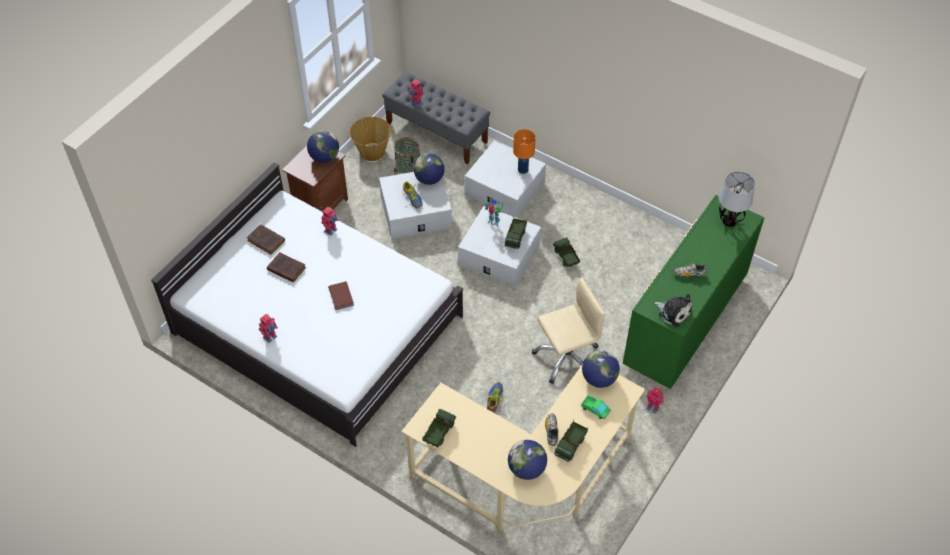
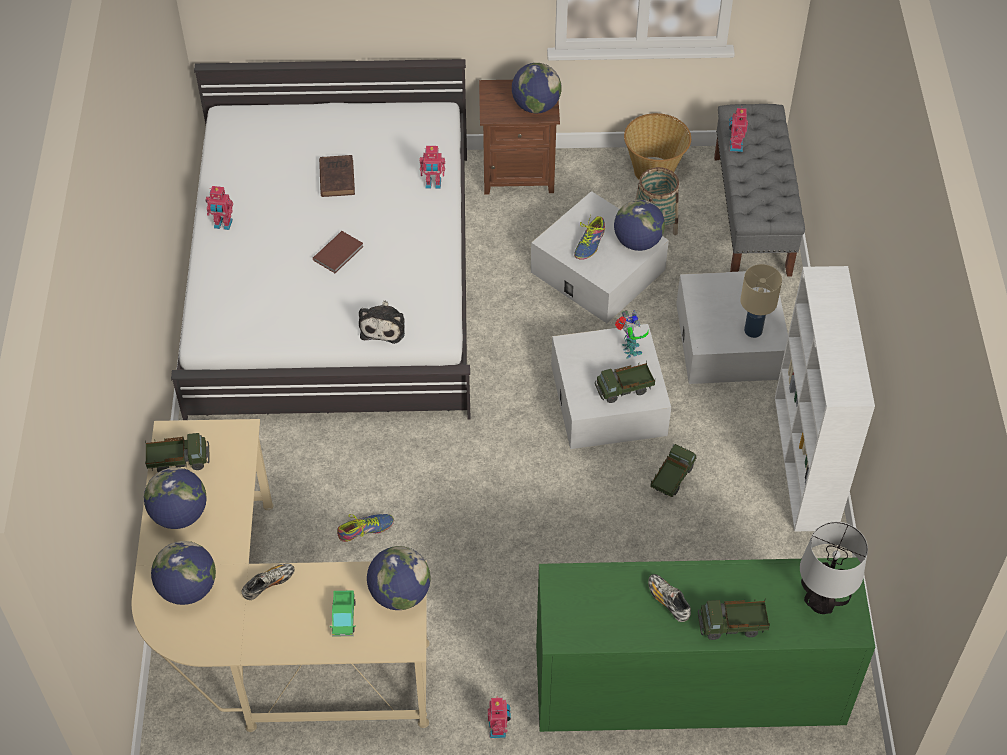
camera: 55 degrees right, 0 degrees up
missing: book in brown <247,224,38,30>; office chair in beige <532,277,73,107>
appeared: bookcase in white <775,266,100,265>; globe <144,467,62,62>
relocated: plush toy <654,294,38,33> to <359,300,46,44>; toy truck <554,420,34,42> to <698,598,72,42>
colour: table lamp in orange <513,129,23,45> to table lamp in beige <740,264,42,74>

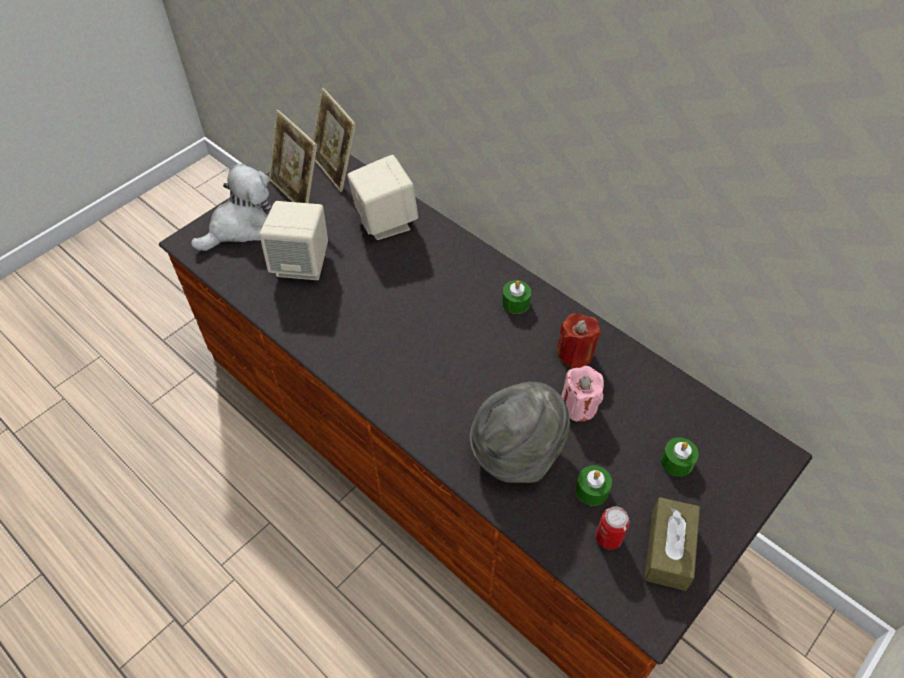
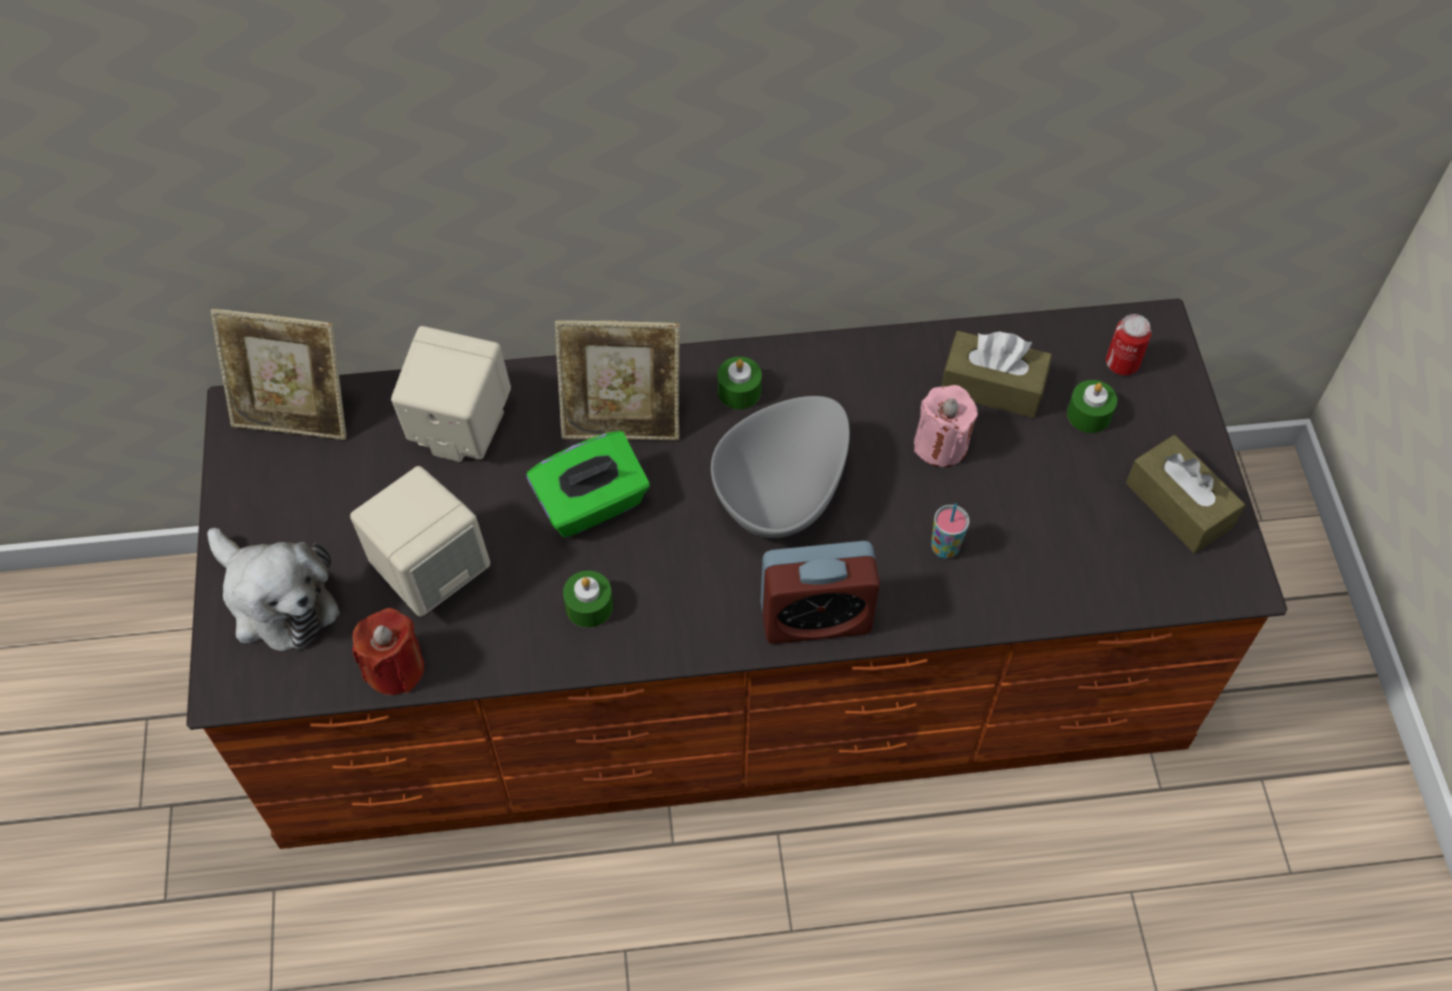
camera: 50 degrees left, 5 degrees up
appeared: tissue box in brown <942,331,110,87>; bowl in grey <711,396,139,142>; tissue box in green <527,431,123,107>; alarm clock <761,541,119,103>
relocated: picture frame <269,110,48,93> to <555,320,125,121>; candle in red <557,313,44,55> to <352,608,72,87>; candle in green <576,465,36,41> to <563,570,50,58>; can <596,506,34,44> to <1106,314,45,61>
exchanged: hat in grey <470,382,100,101> to cup <931,503,38,56>
spun: plush toy <191,163,81,88> = <207,528,133,123> 135 degrees clockwise

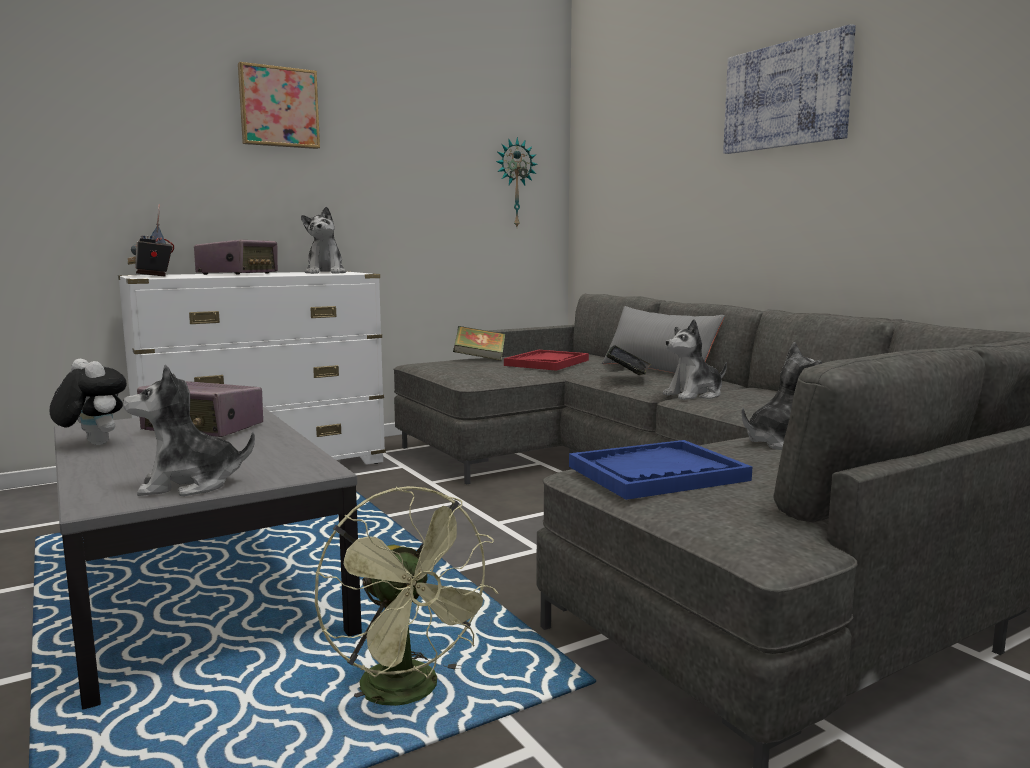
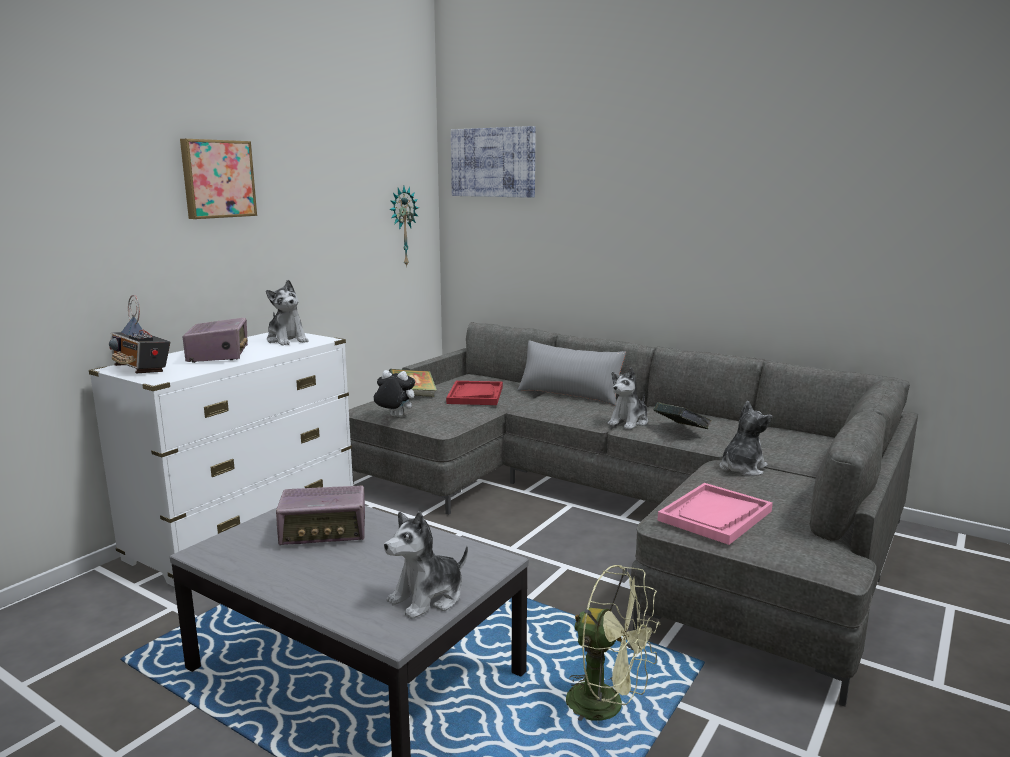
camera: 25 degrees left, 5 degrees up
relocated: picture <723,24,133,130> to <451,126,85,72>; book <606,345,45,30> to <654,402,58,27>; plush toy <49,359,78,86> to <373,370,42,47>
colour: tray in blue <569,440,183,60> to tray in pink <658,483,115,62>

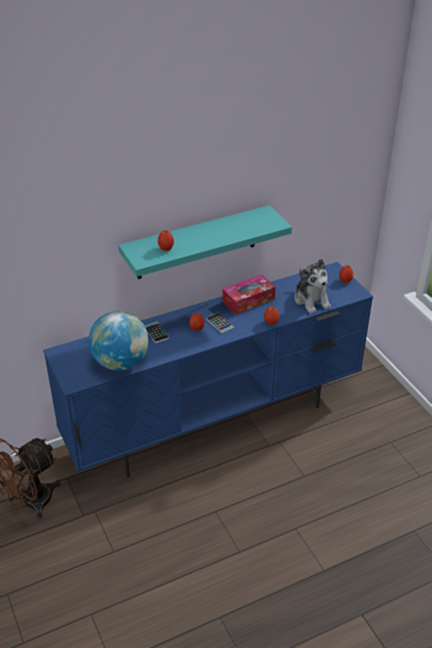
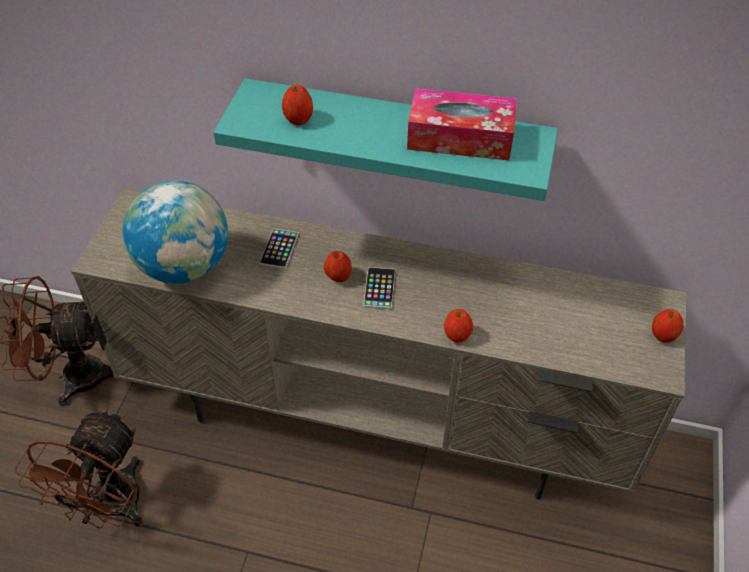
camera: 40 degrees right, 10 degrees up
missing: plush toy <294,259,37,55>
appeared: fan in brown <15,408,128,121>
relocated: tissue box <222,274,54,41> to <407,88,110,73>
colour: tv stand in blue <43,262,330,215> to tv stand in beige <71,189,616,310>

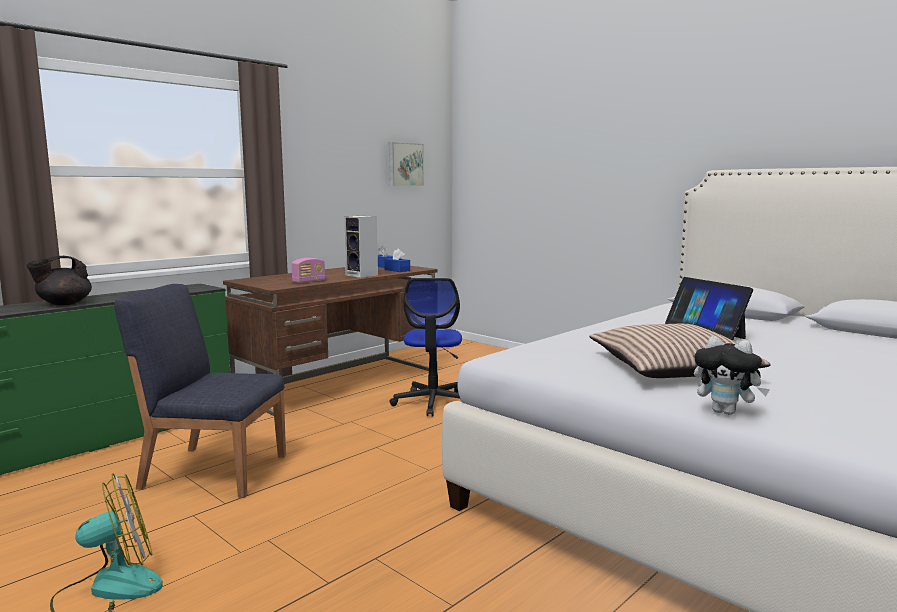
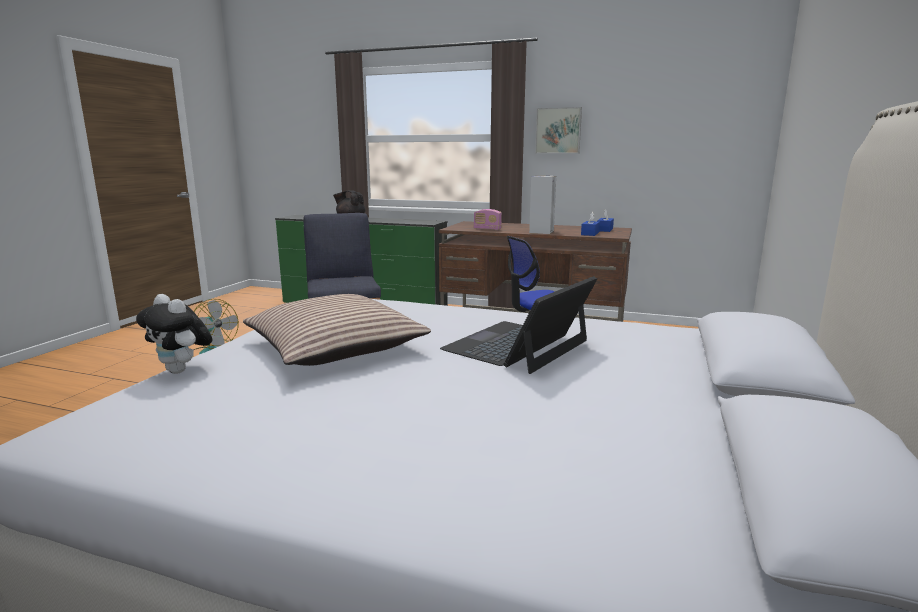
camera: 65 degrees right, 5 degrees up
relocated: picture <389,142,35,44> to <535,107,47,47>
spun: plush toy <694,336,76,79> = <136,294,76,80> 60 degrees counterclockwise

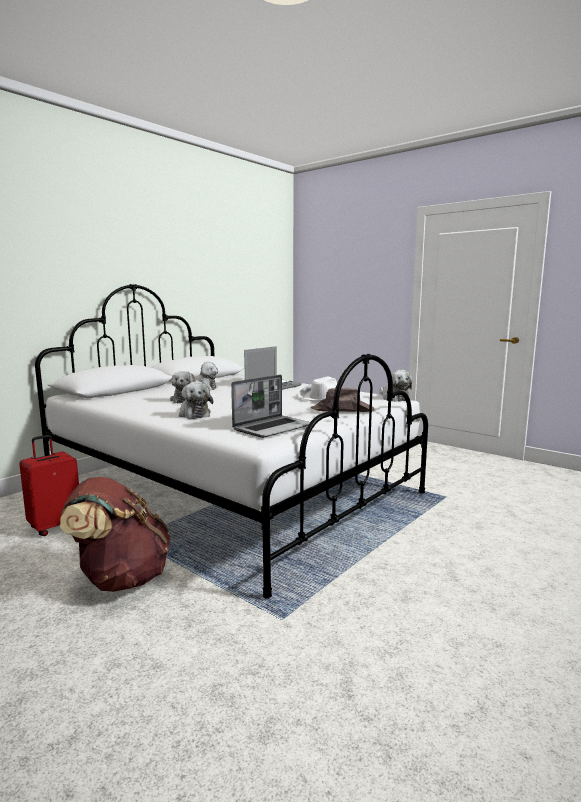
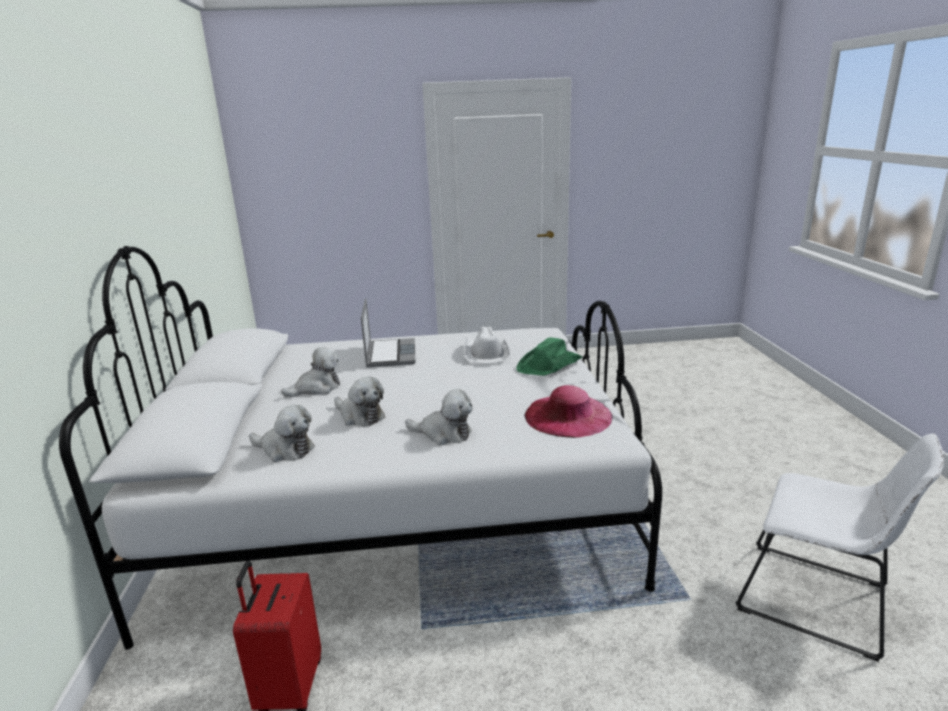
camera: 45 degrees left, 10 degrees up
missing: backpack in brown <60,477,110,115>
appeared: chair in white <736,433,208,229>
relocated: plush toy <380,370,33,32> to <249,405,66,57>
exchanged: laptop <231,375,79,63> to hat in pink <524,385,89,53>
colour: hat in brown <311,388,63,24> to hat in green <516,337,66,39>

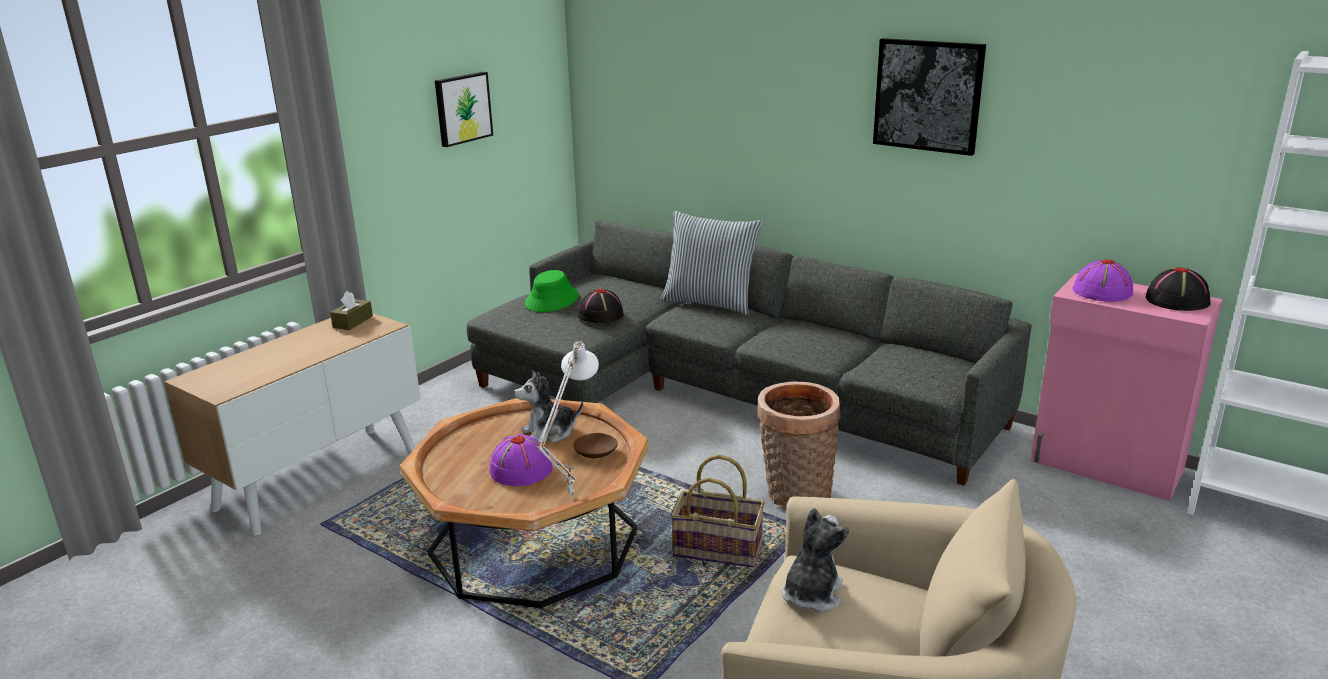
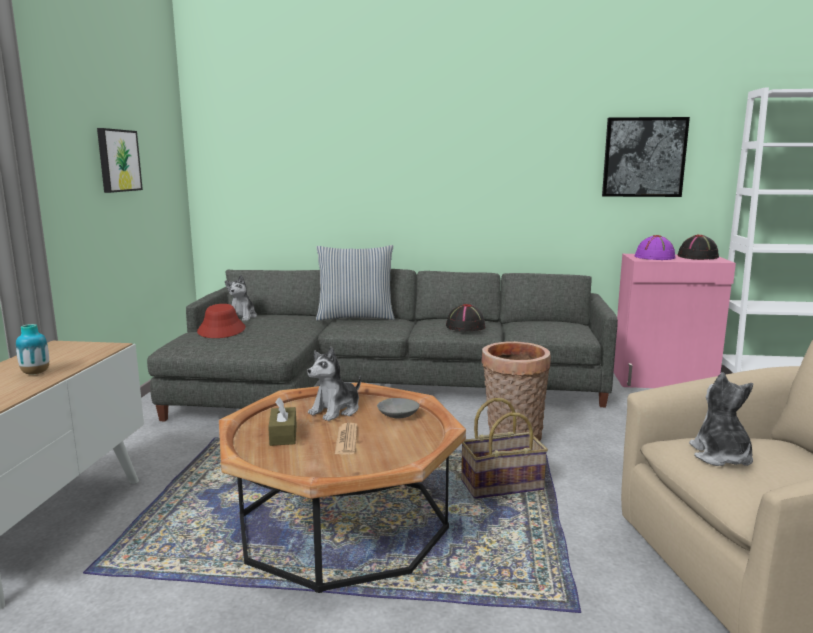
camera: 30 degrees left, 10 degrees down
missing: table lamp in white <536,341,63,157>
appeared: plush toy <225,275,32,46>; vase <16,324,33,51>
relocated: picture <873,38,113,118> to <602,117,88,80>; hat in black <577,289,47,34> to <446,304,39,27>; tissue box in brown <330,291,43,39> to <268,398,28,48>
exchanged: hat in purple <490,434,63,52> to newspaper <335,423,22,32>
colour: hat in green <525,270,54,42> to hat in red <197,304,48,34>; bowl in brown <573,433,45,25> to bowl in grey <377,398,43,21>

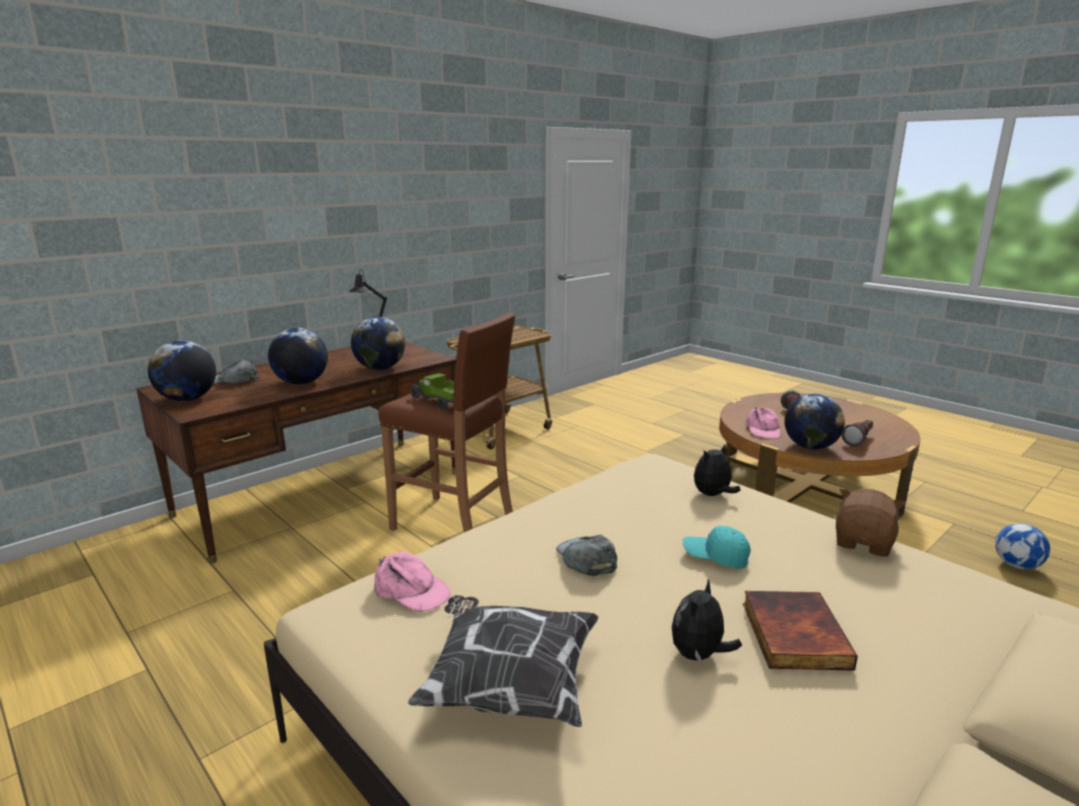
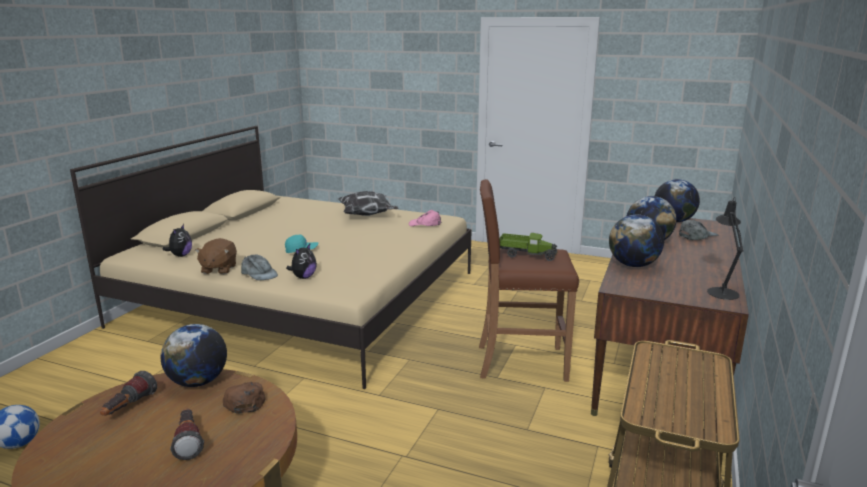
camera: 155 degrees right, 0 degrees up
missing: book <743,591,115,80>
relocated: cap in grey <556,535,61,41> to <241,254,37,26>; plush toy <672,579,70,85> to <162,224,30,33>
colour: cap in pink <745,407,36,32> to cap in brown <223,382,43,32>

